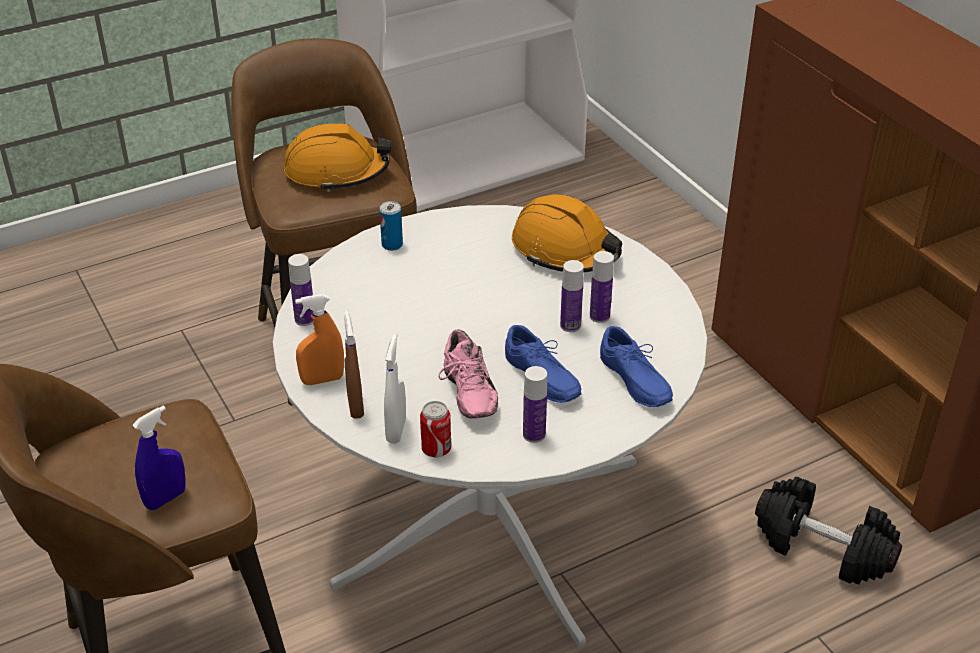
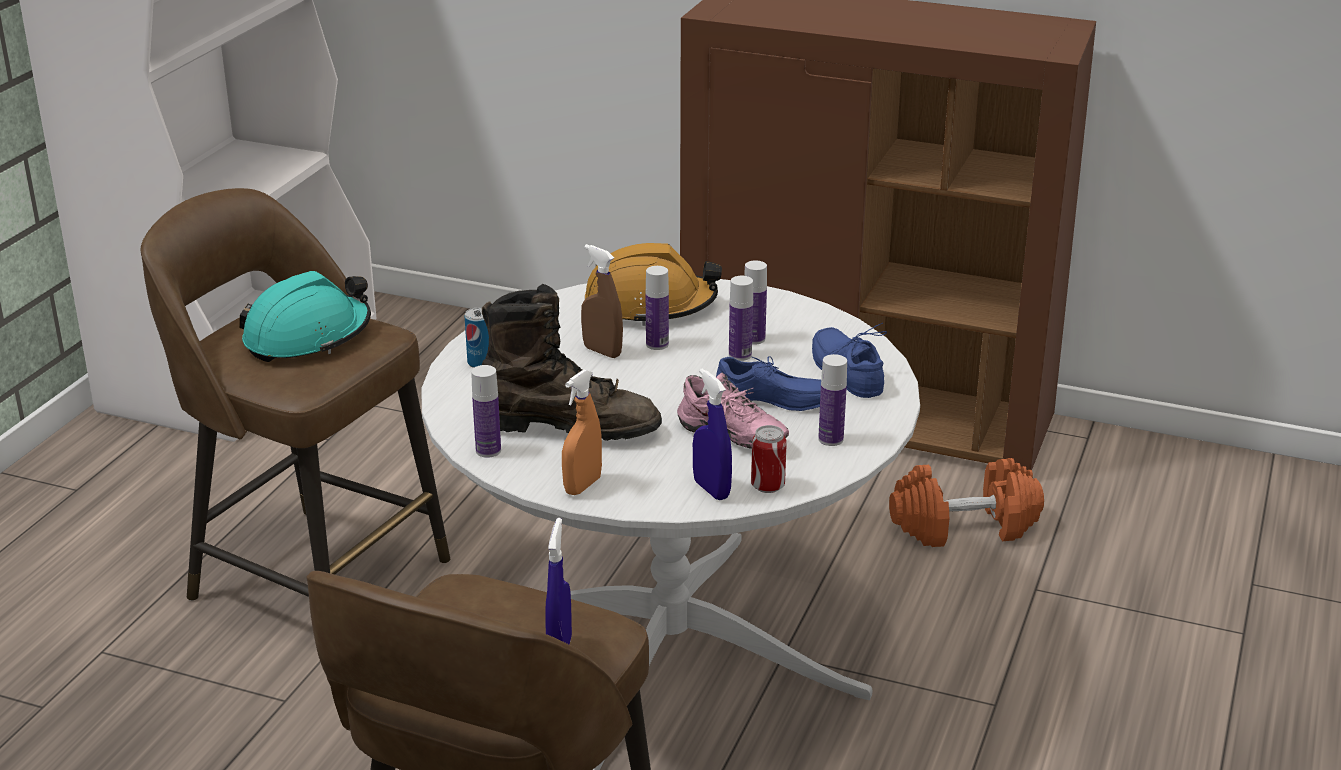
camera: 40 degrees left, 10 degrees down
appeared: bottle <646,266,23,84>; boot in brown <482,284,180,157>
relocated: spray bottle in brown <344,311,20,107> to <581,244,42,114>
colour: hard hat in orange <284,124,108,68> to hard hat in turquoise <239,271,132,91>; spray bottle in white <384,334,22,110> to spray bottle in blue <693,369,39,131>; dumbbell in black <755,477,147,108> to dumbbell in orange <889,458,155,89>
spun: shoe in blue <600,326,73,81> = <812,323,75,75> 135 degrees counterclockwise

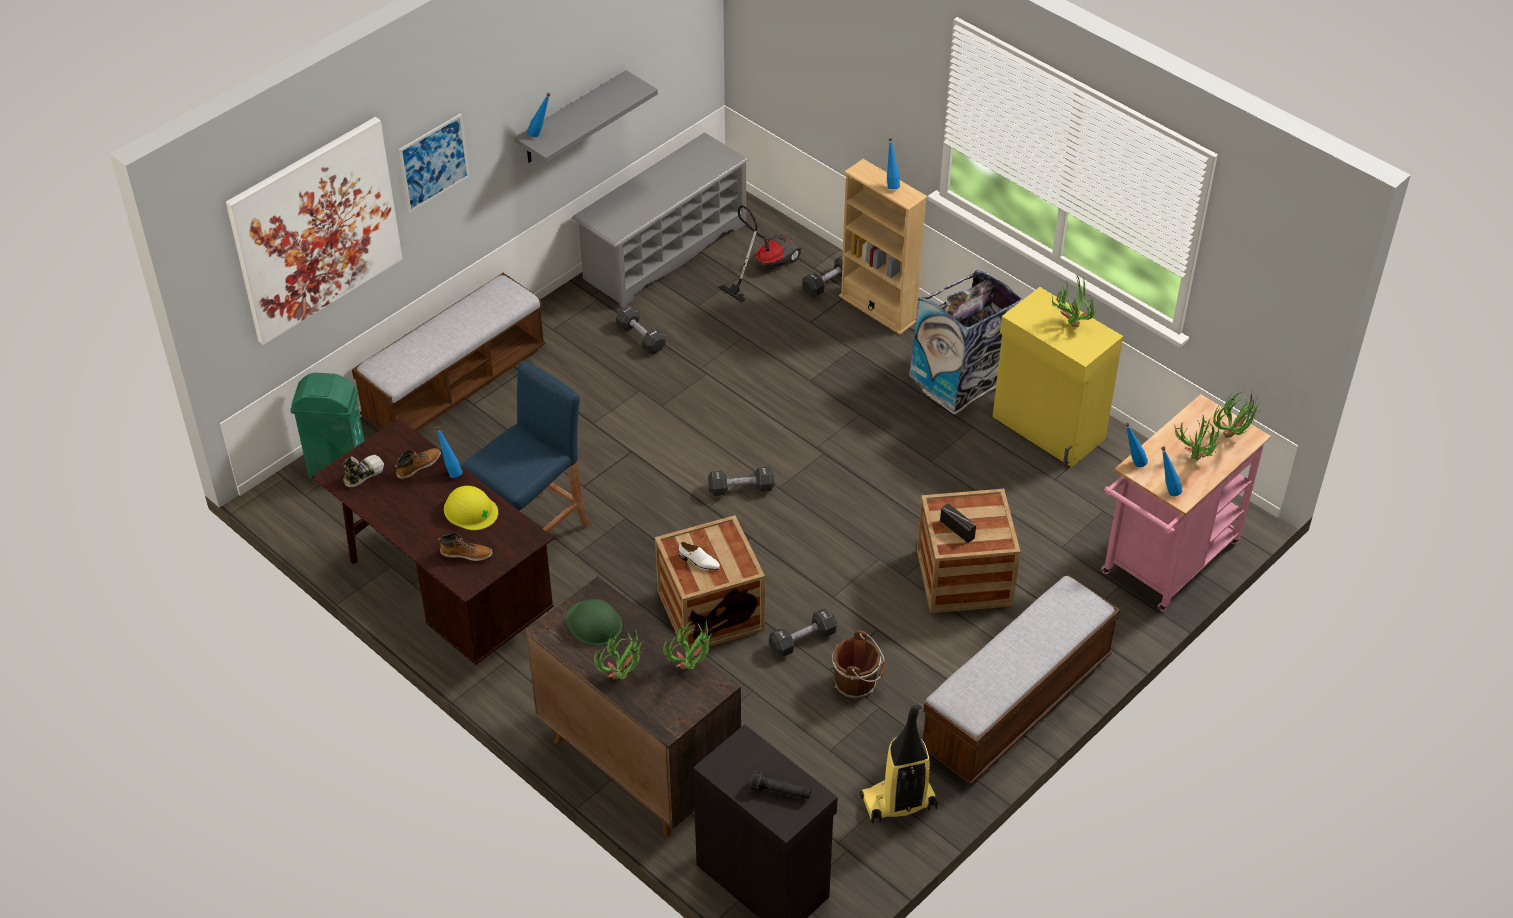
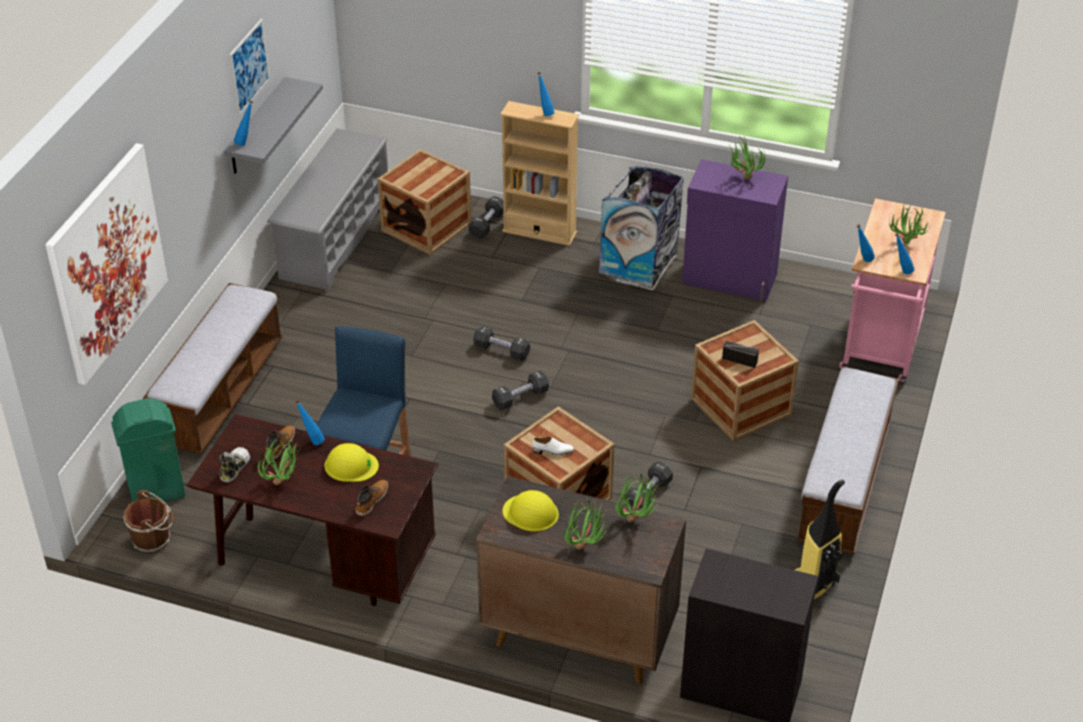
camera: 25 degrees left, 5 degrees down
missing: flashlight in black <750,772,61,27>
relocated: picture <399,113,71,100> to <229,19,41,97>; dumbbell in black <616,305,50,49> to <473,326,57,35>; potted plant <1213,391,49,47> to <258,436,40,49>; bucket in brown <832,630,54,69> to <124,490,50,63>
exchanged: vacuum cleaner <719,205,83,97> to crate <377,149,94,106>
colour: cabinet in yellow <993,287,130,180> to cabinet in purple <682,159,106,142>; hard hat in green <566,599,56,47> to hard hat in yellow <502,490,57,41>
spun: boot <438,533,54,28> = <356,480,32,37> 45 degrees counterclockwise

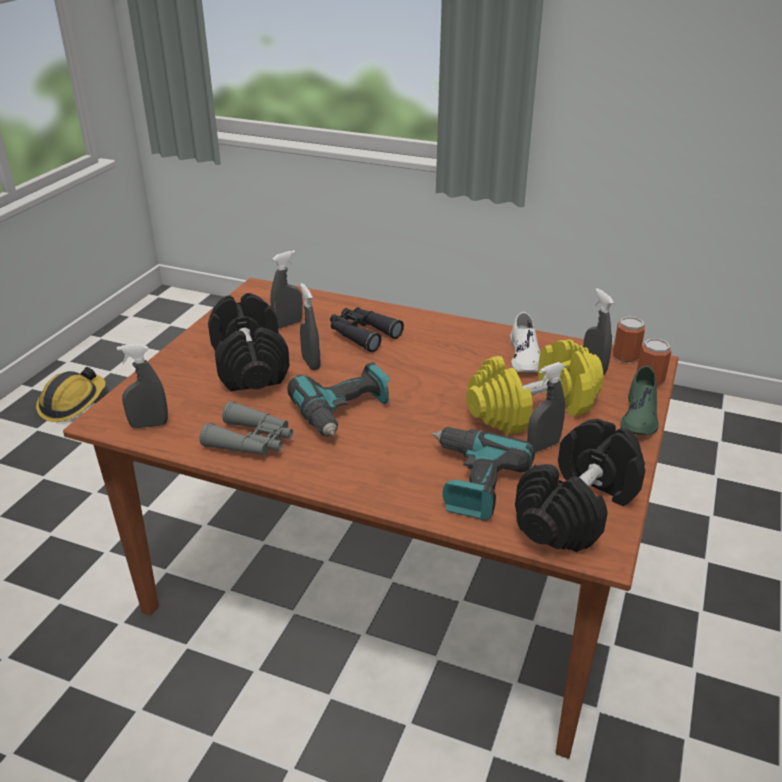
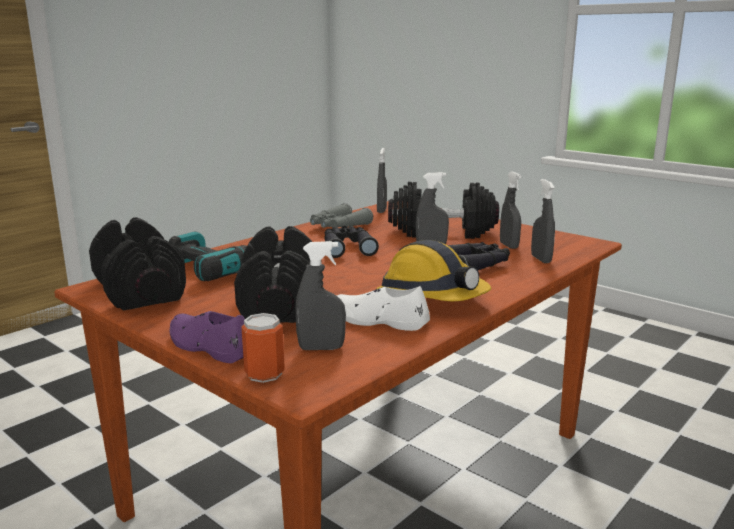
camera: 110 degrees right, 15 degrees down
missing: can <613,316,32,47>
relocated: spray bottle in grey <527,362,38,90> to <531,179,24,84>; hard hat <36,367,70,55> to <376,240,115,62>
exchanged: power drill <287,362,103,74> to binoculars in black <325,225,54,33>
colour: dumbbell in yellow <466,339,138,96> to dumbbell in black <234,226,78,97>; shoe in green <620,365,39,71> to shoe in purple <170,311,75,52>

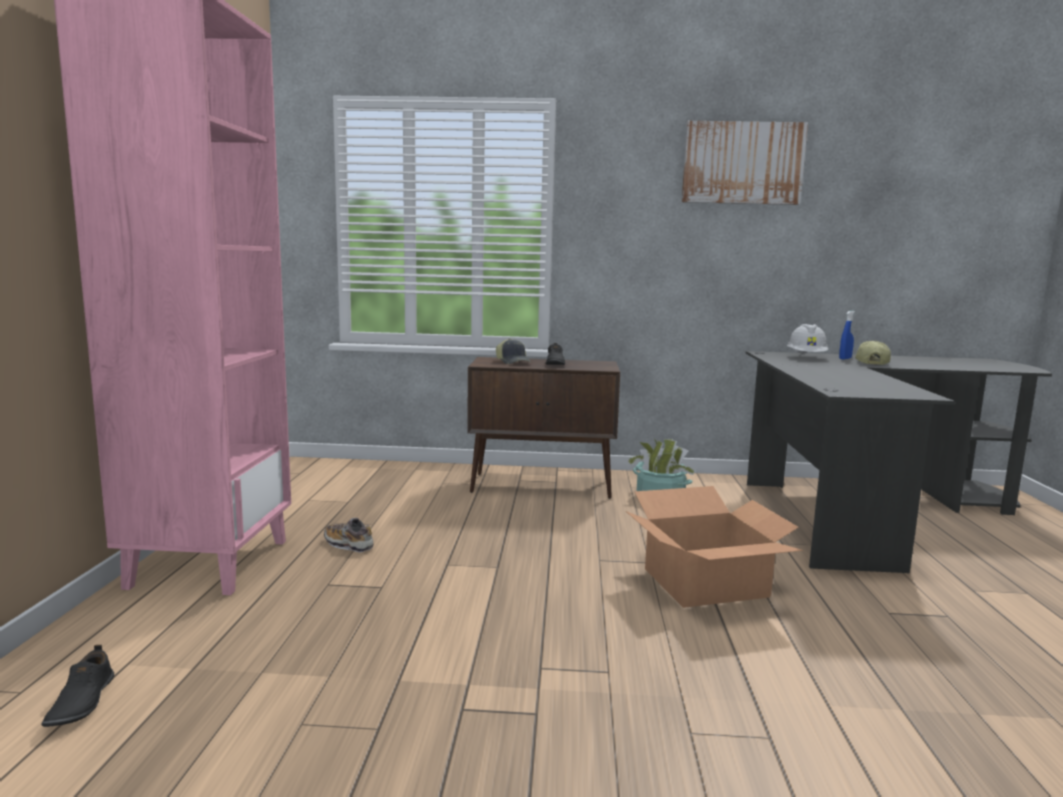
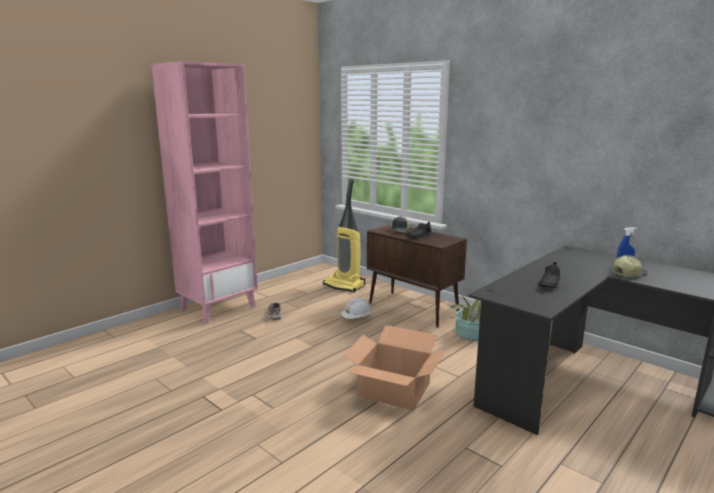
camera: 40 degrees right, 5 degrees up
missing: picture <682,121,126,84>
appeared: vacuum cleaner <323,179,42,113>
relocated: hard hat in white <787,324,41,31> to <341,297,30,22>; shoe in black <41,645,73,82> to <538,262,22,26>

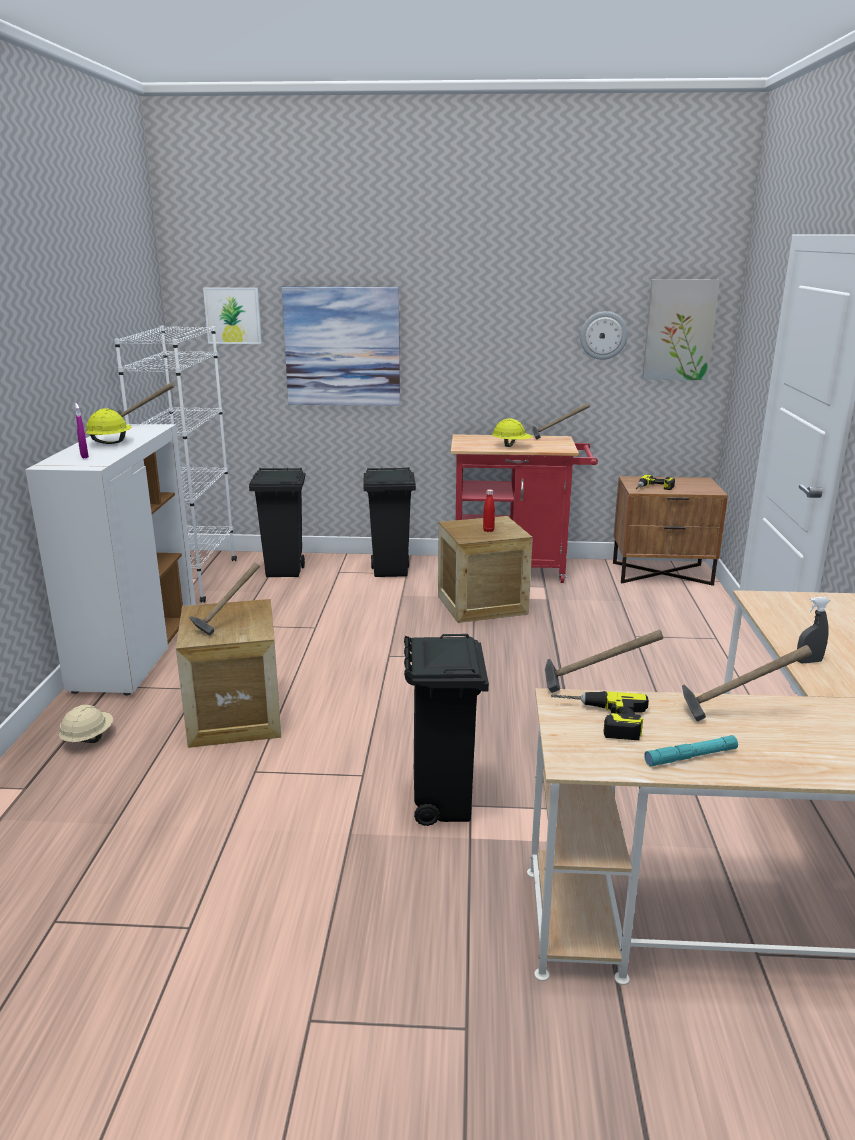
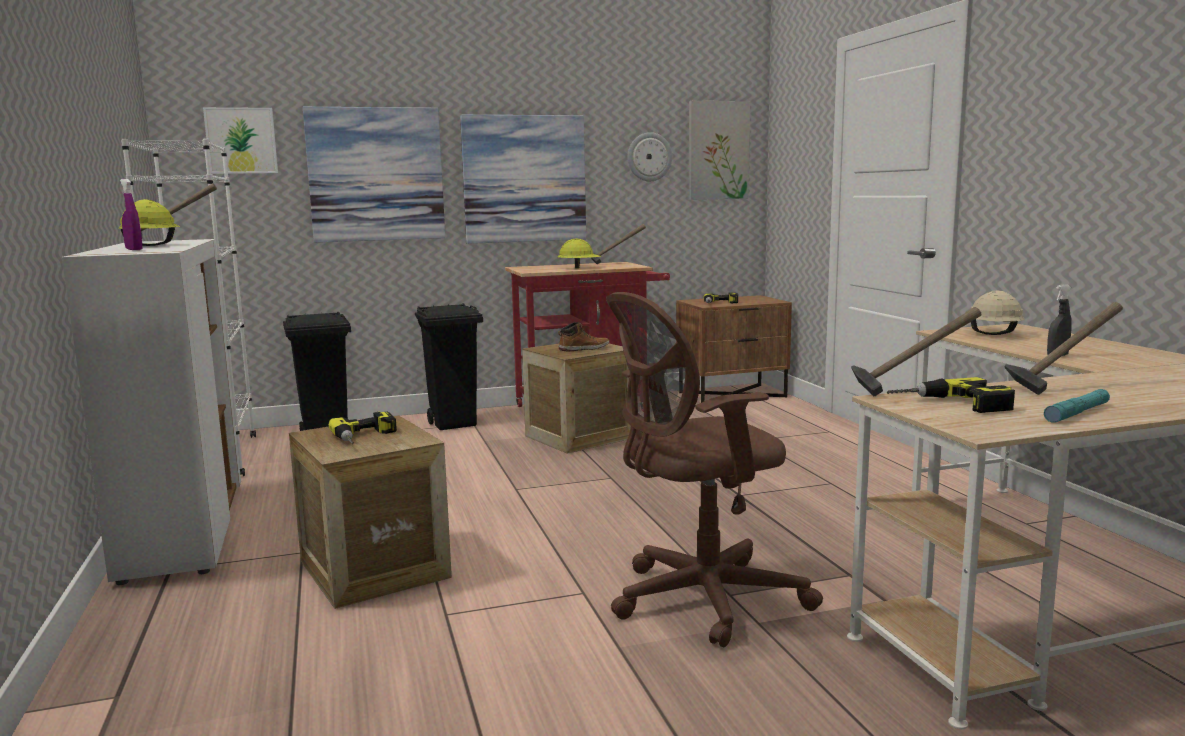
camera: 20 degrees left, 10 degrees down
appeared: picture <460,115,126,129>
relocated: hard hat in beige <59,705,54,38> to <971,291,54,44>
exchanged: bottle in red <483,489,12,43> to boot <558,322,51,29>; hammer <189,562,71,74> to power drill <328,411,69,33>; trash can in black <404,634,85,192> to office chair in brown <606,292,217,355>

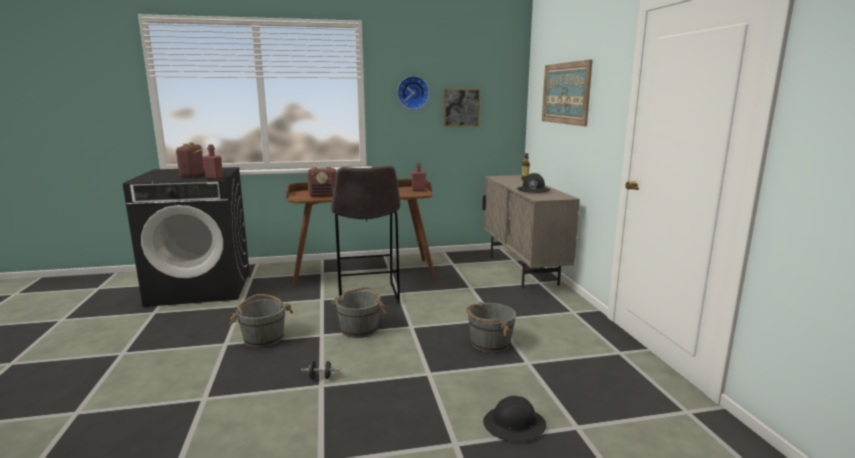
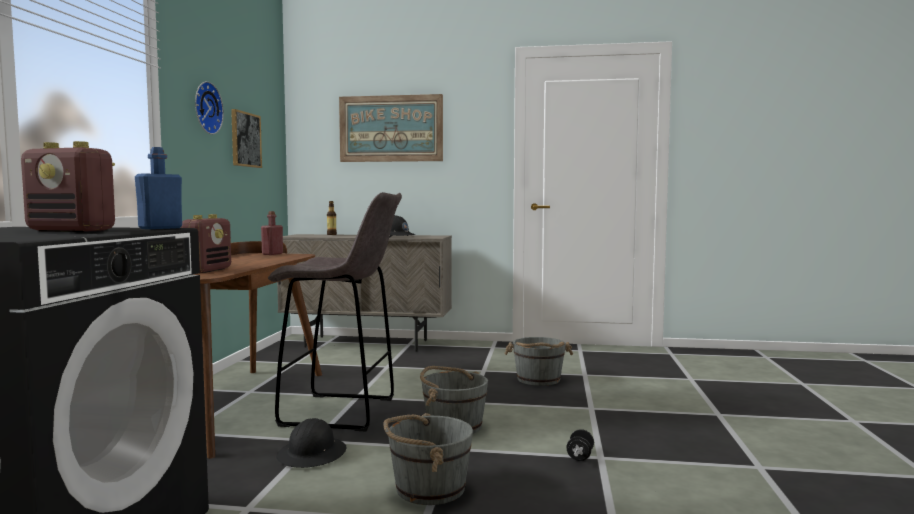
camera: 70 degrees left, 10 degrees down
relocated: hard hat in black <483,396,63,46> to <276,418,71,50>
colour: bottle in red <203,144,20,35> to bottle in blue <135,147,47,82>

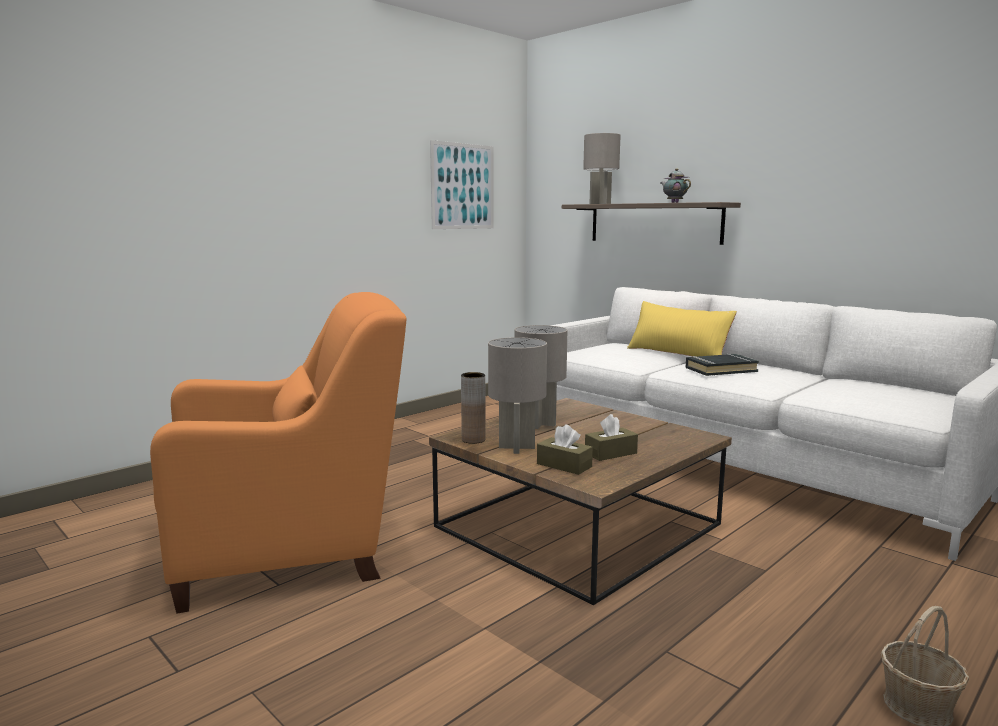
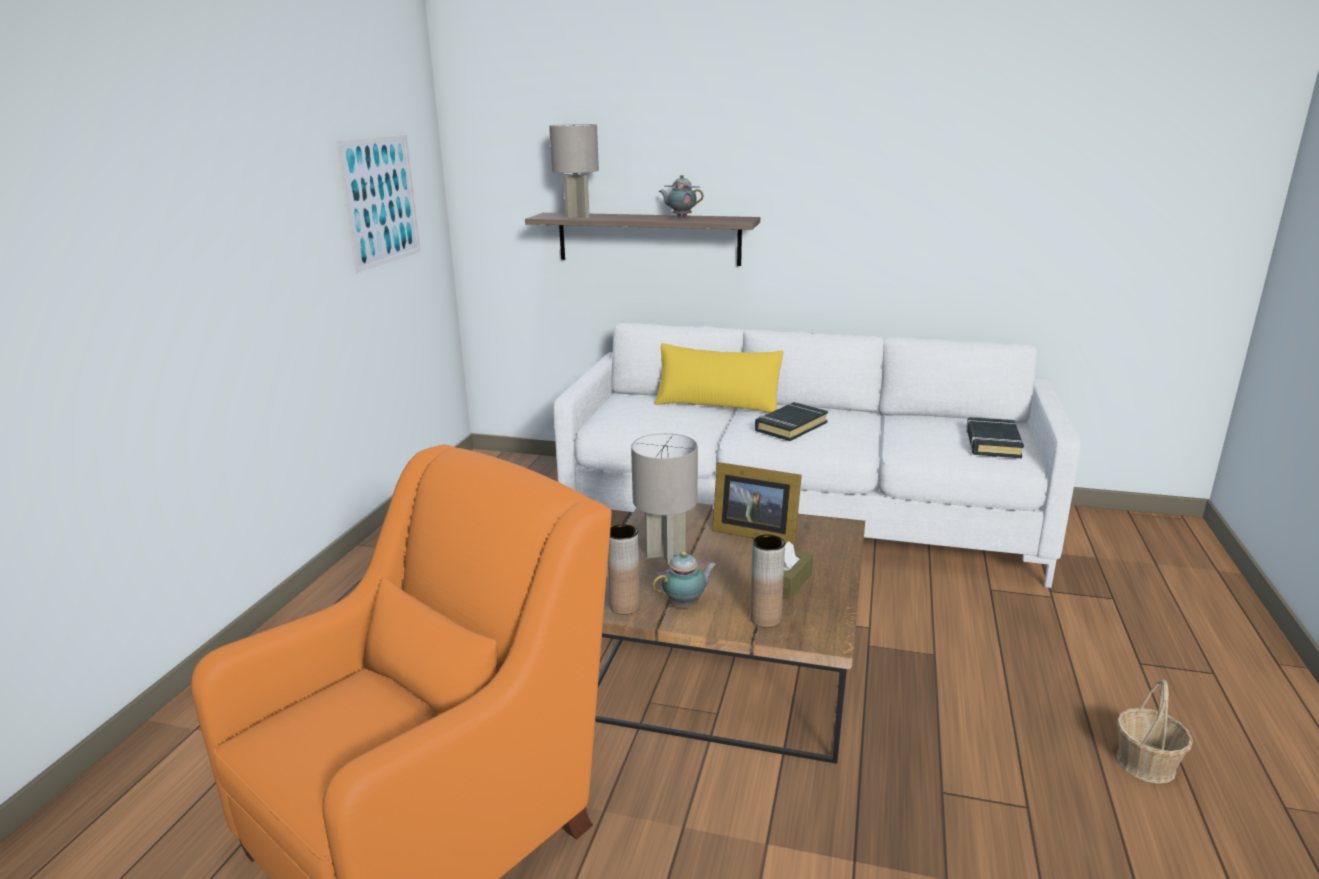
camera: 30 degrees left, 10 degrees up
appeared: book in black <966,417,58,41>; picture frame <712,462,90,84>
exchanged: table lamp in grey <488,337,59,117> to teapot <652,551,65,57>; tissue box in brown <537,424,56,51> to vase in brown <750,534,35,94>

